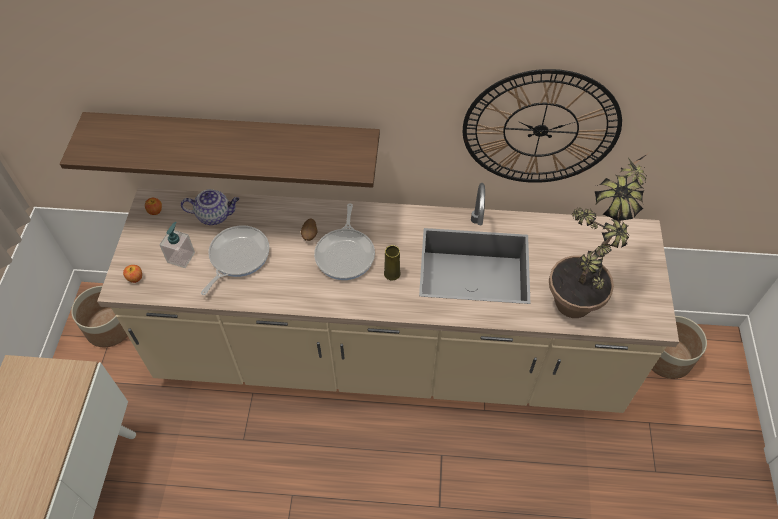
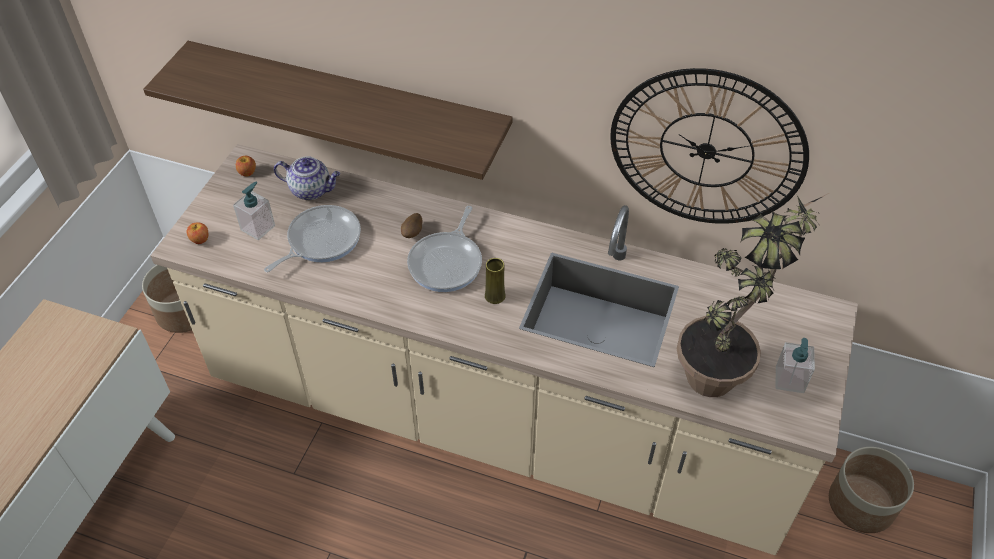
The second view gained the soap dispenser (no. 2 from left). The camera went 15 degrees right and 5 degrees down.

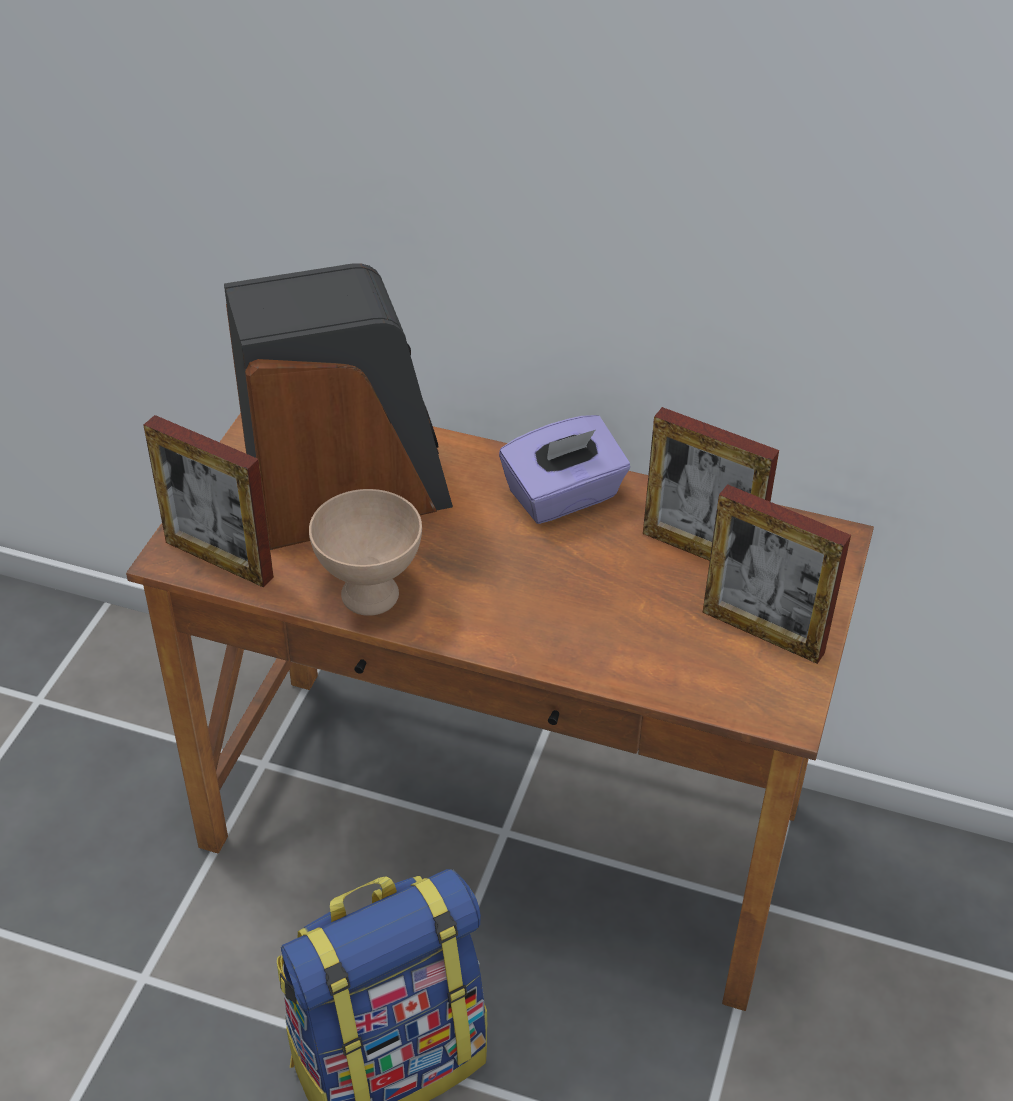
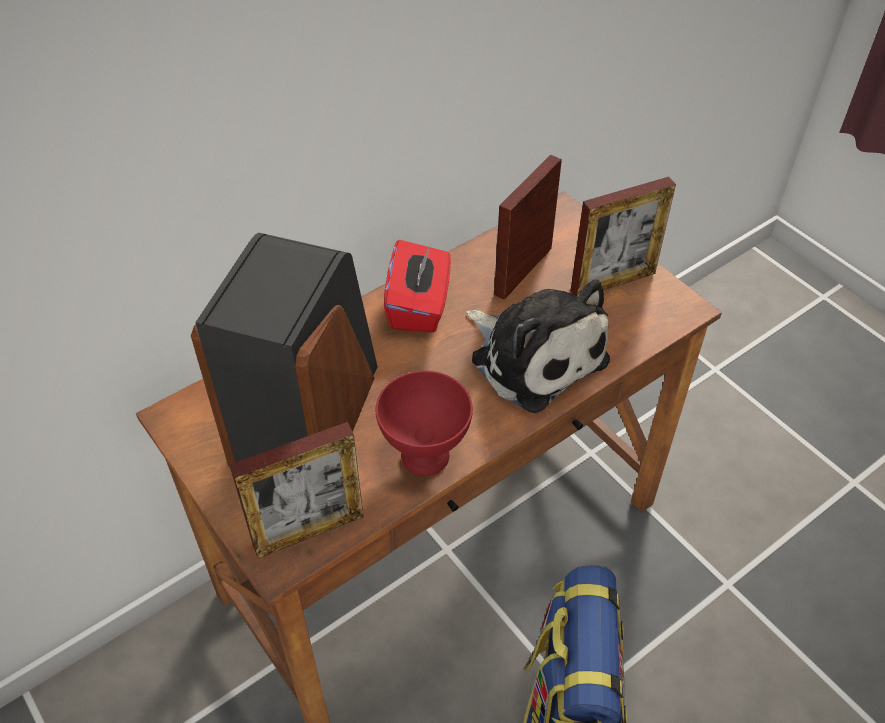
The second view gained the soft toy. What was the serving bowl in beige-coloured turned into the serving bowl in red. What was the tissue holder in purplish turned into the tissue holder in red. The picture frame (no. 2 from left) ended up facing another way, 150 degrees clockwise from before. The camera went 55 degrees left and 5 degrees up.

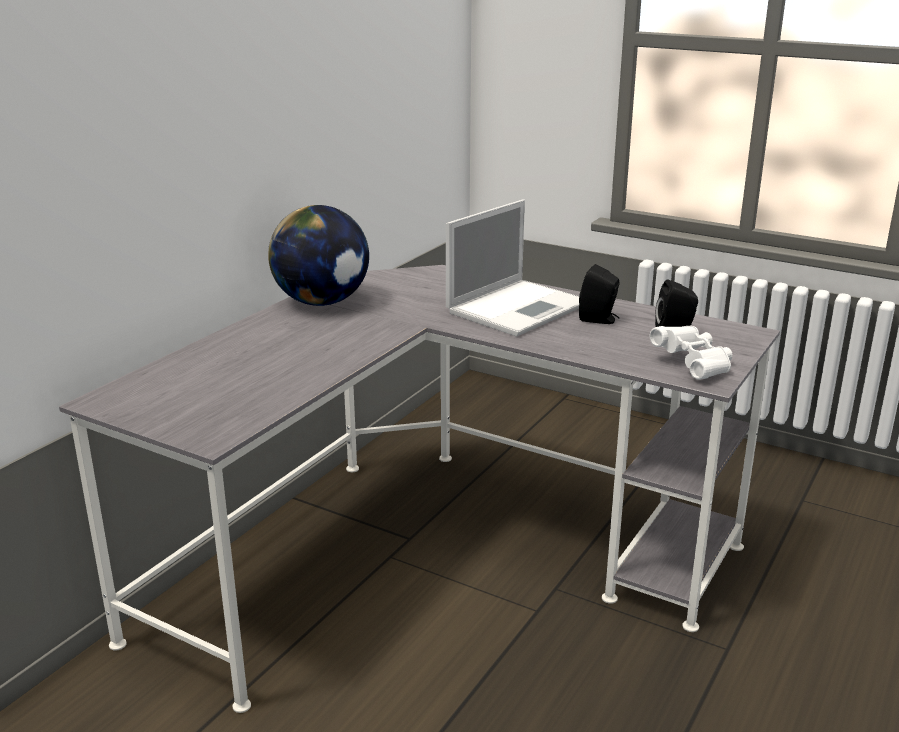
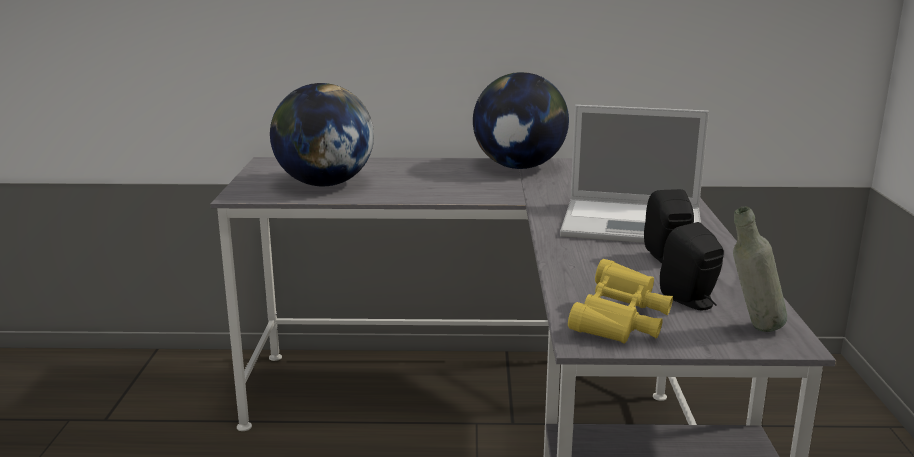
The second view gained the world globe (no. 1 from left). The second view gained the beverage bottle in grey. What was the pair of binoculars in white turned into the pair of binoculars in yellow. The camera went 60 degrees right and 5 degrees down.

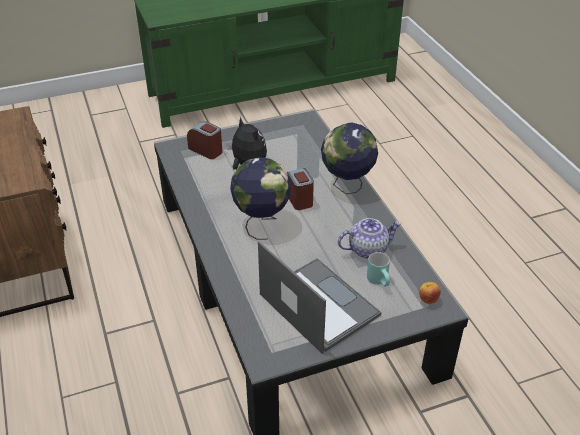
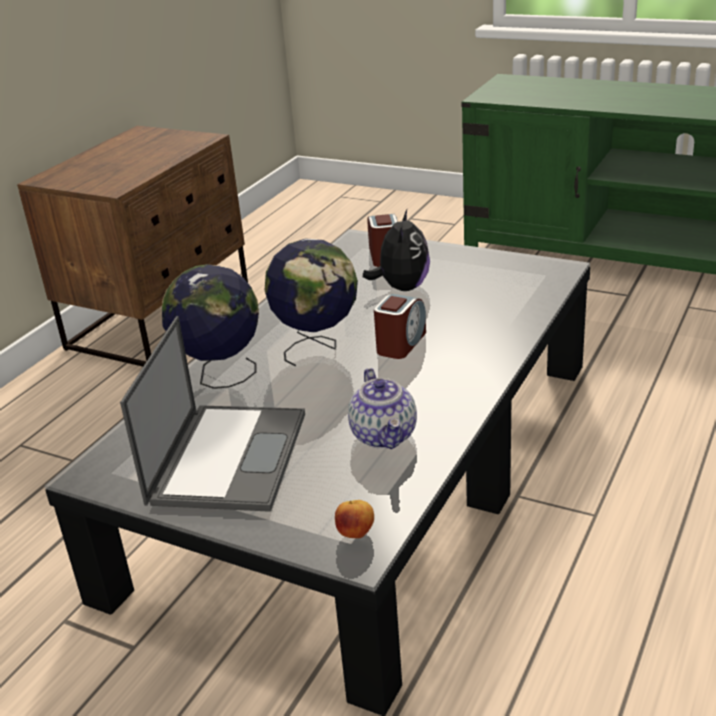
The second view lost the mug in blue-green. The world globe (no. 2 from left in the first image) ended up elsewhere. The teapot ended up facing another way, 45 degrees clockwise from before. The camera went 50 degrees right and 10 degrees down.

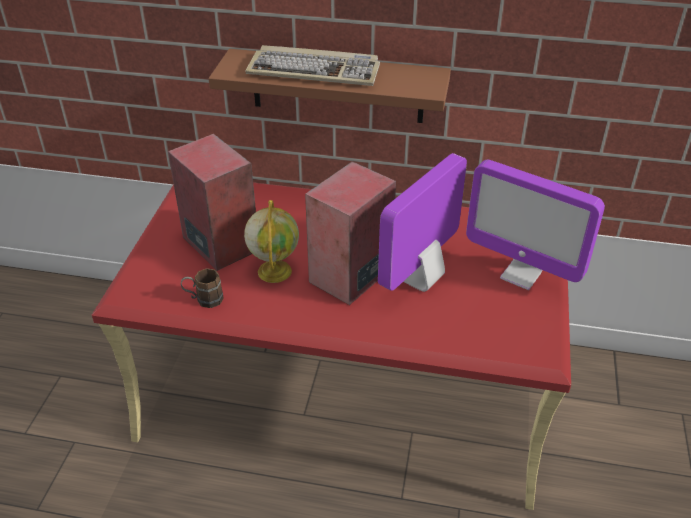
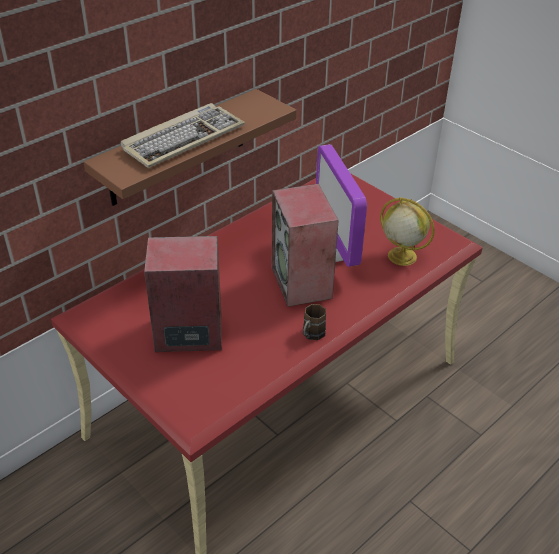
The second view lost the computer display (no. 2 from left). The mug in brownish ended up elsewhere. The world globe ended up elsewhere. The camera went 55 degrees left and 0 degrees up.

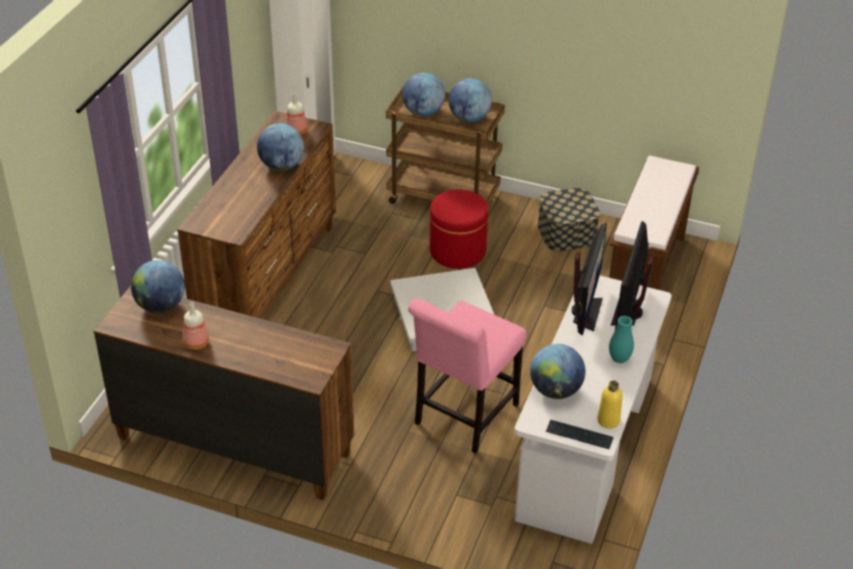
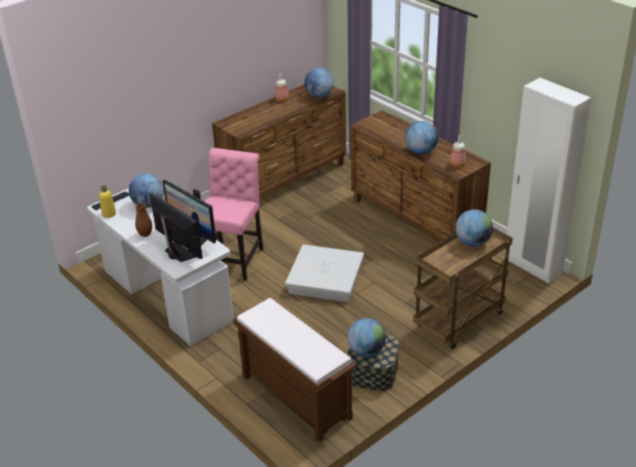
The second view lost the footrest in red. The world globe (no. 4 from left in the first image) ended up elsewhere. What was the vase in blue-green turned into the vase in brownish. The plain chair in pink-coloured ended up facing another way, 45 degrees clockwise from before. The camera went 120 degrees right and 5 degrees down.

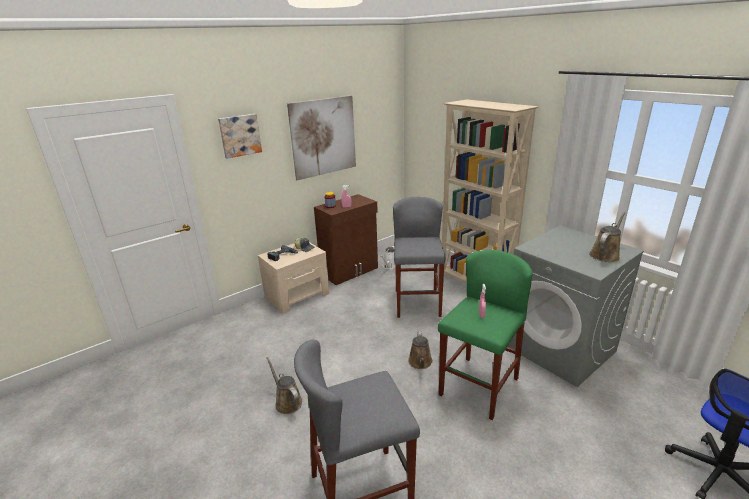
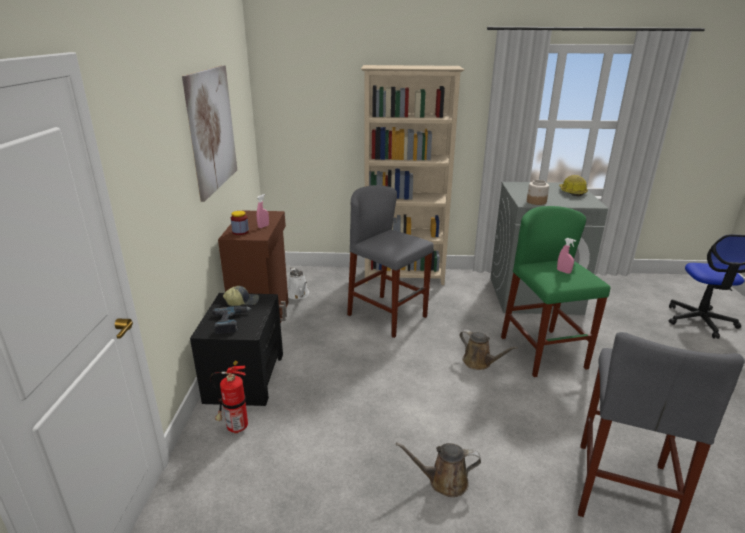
The second view lost the wall art (no. 1 from left). The second view gained the extinguisher. The second view gained the storage jar (no. 2 from left). Where the watering pot in brownish (no. 3 from left) stood, the hard hat came to stand. What was the bedside table in beige-coloured turned into the bedside table in black. The camera went 50 degrees left and 0 degrees up.

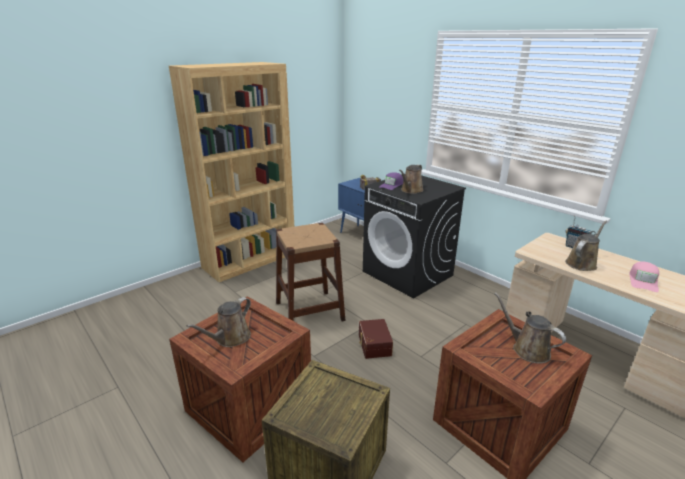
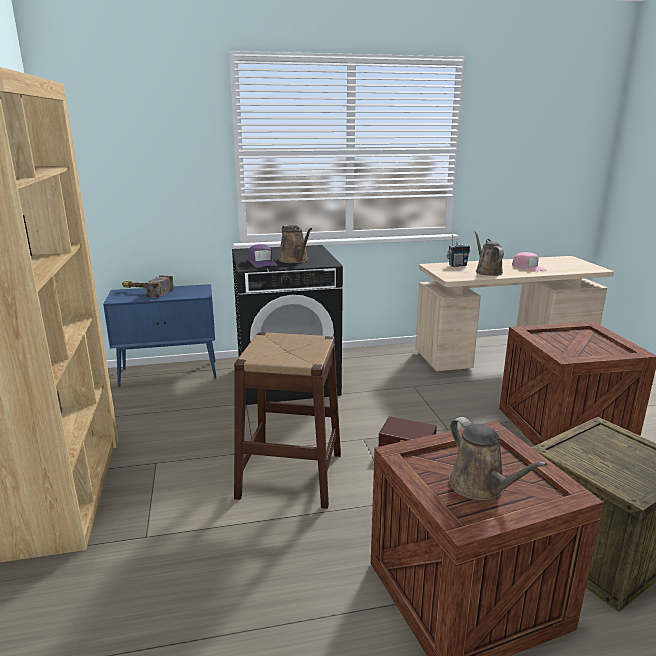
The second view lost the watering pot in brownish (no. 3 from left). The camera went 60 degrees left and 5 degrees down.

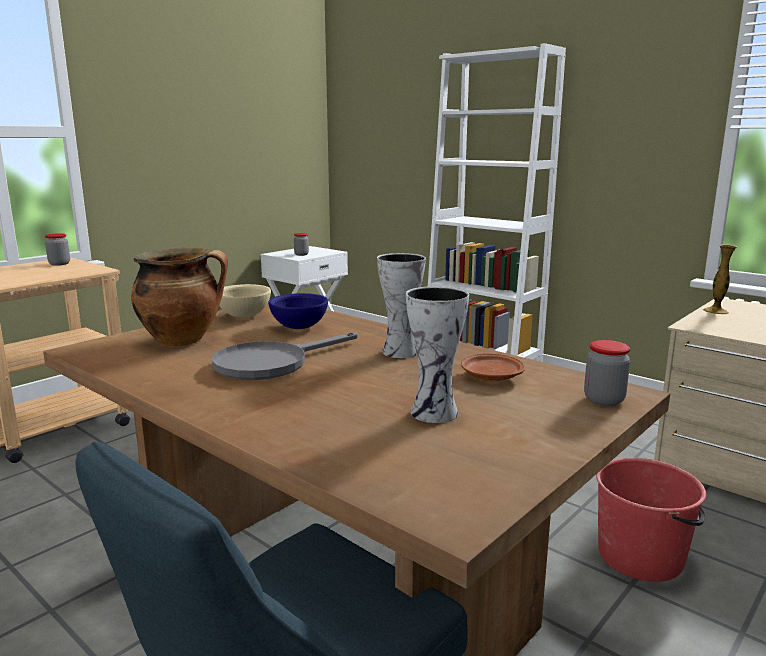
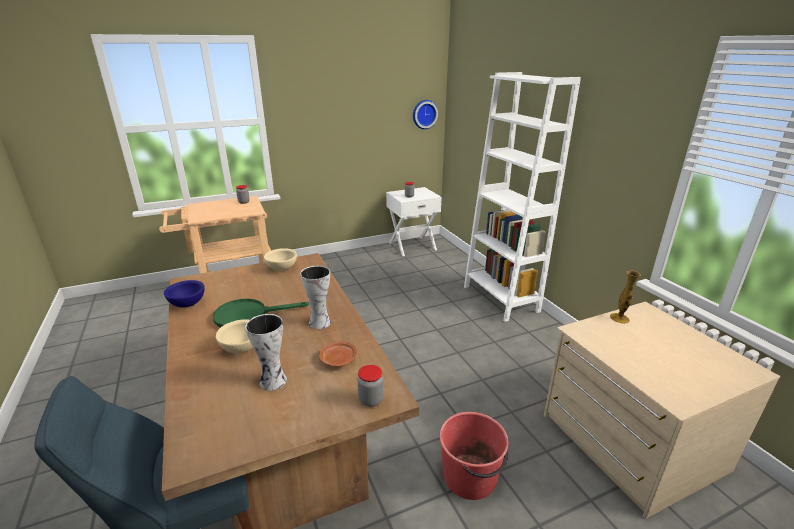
The second view lost the stockpot. The second view gained the serving bowl in beige-coloured (no. 1 from left). The second view gained the wall clock. The serving bowl in blue ended up elsewhere. What was the frying pan in grey turned into the frying pan in green. The camera went 25 degrees right and 10 degrees up.

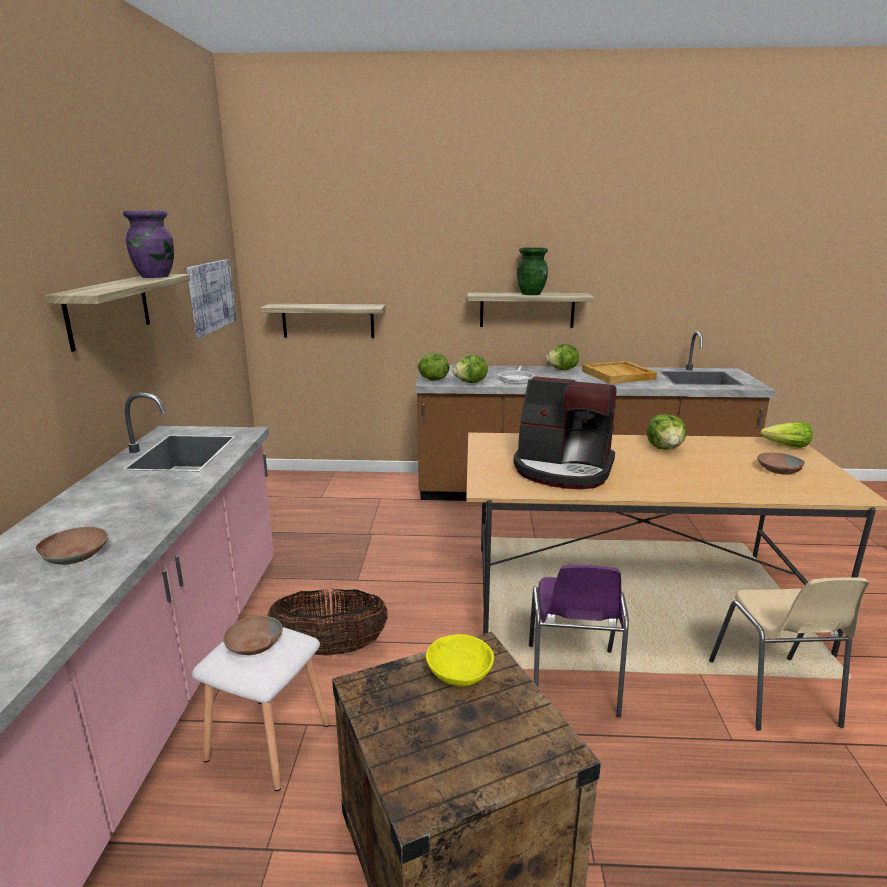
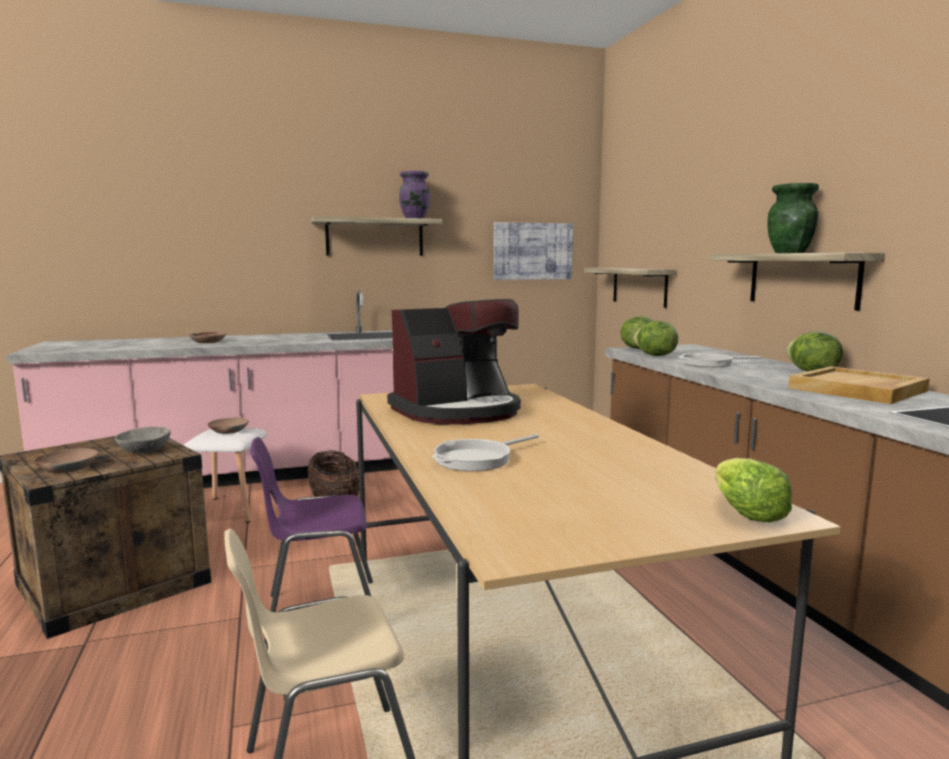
The second view lost the lettuce (no. 4 from left). The second view gained the frying pan (no. 1 from left). The serving bowl in brownish (no. 3 from left in the first image) ended up elsewhere. What was the serving bowl in yellow turned into the serving bowl in grey. The coffee machine ended up facing another way, 120 degrees counterclockwise from before. The camera went 70 degrees right and 10 degrees down.

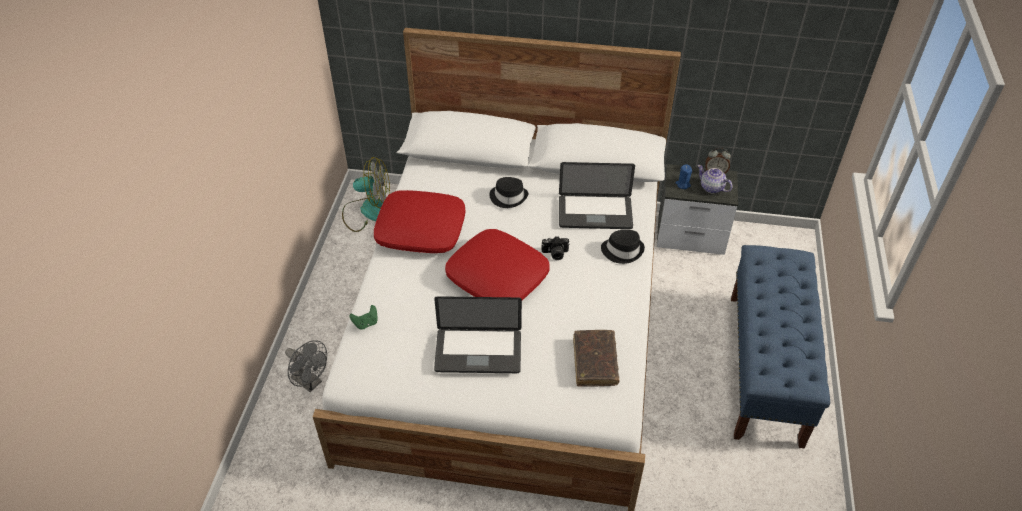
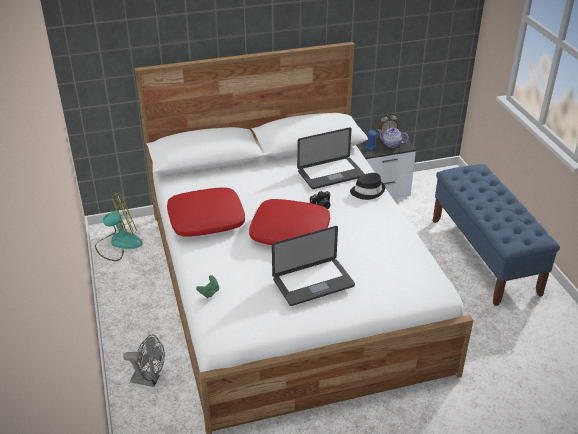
The second view lost the clothing hat in black (no. 1 from left). The second view lost the book in brownish. The camera went 25 degrees left and 10 degrees down.

